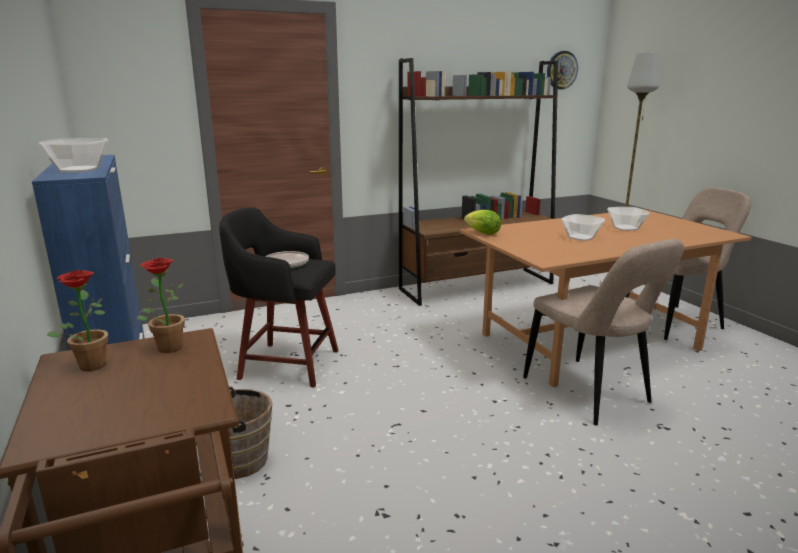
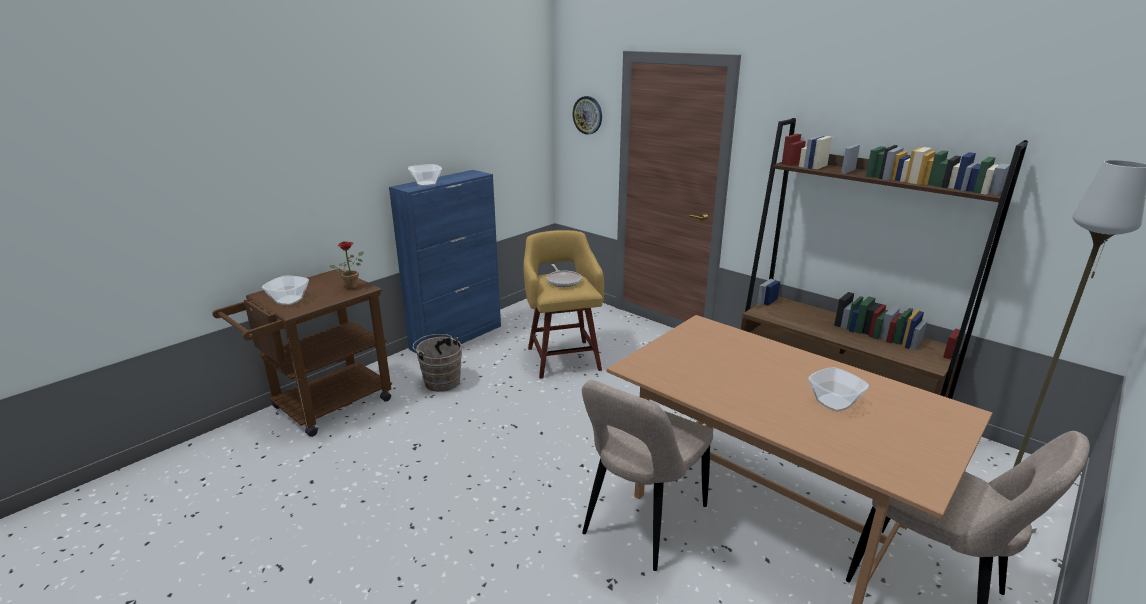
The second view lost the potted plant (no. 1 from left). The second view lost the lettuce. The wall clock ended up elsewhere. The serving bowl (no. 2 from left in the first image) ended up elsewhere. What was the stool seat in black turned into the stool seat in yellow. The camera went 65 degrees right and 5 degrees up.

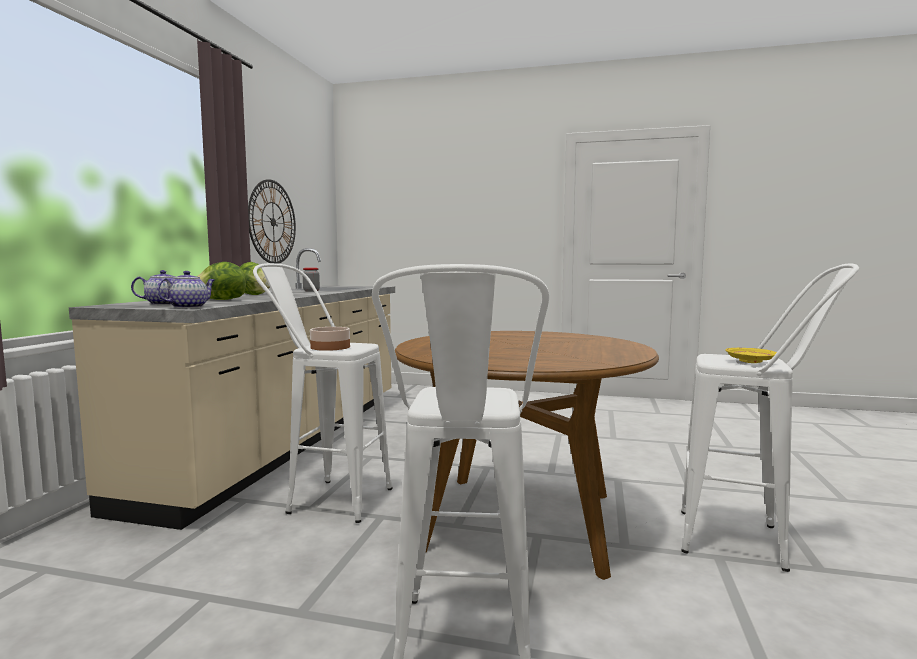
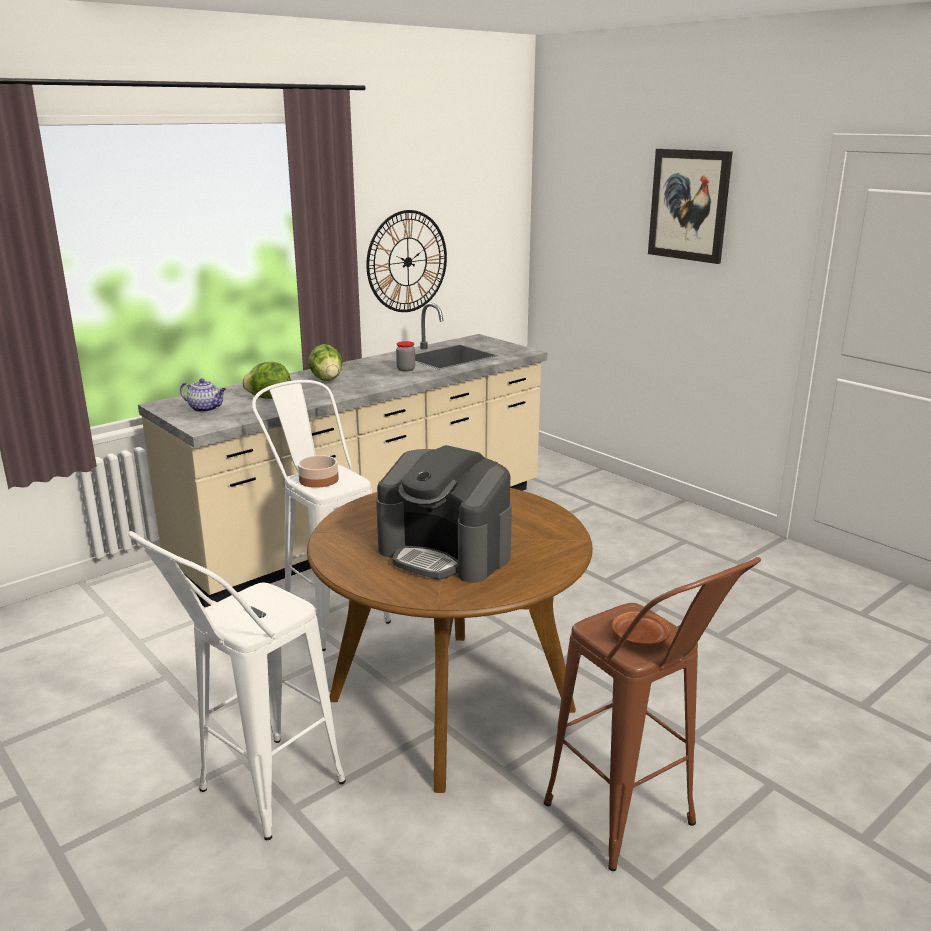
The second view lost the teapot (no. 2 from left). The second view gained the coffee machine. The second view gained the wall art. What was the stool seat in white (no. 3 from left) turned into the stool seat in brownish. What was the flat dish in yellow turned into the flat dish in brownish. The camera went 35 degrees right and 15 degrees up.

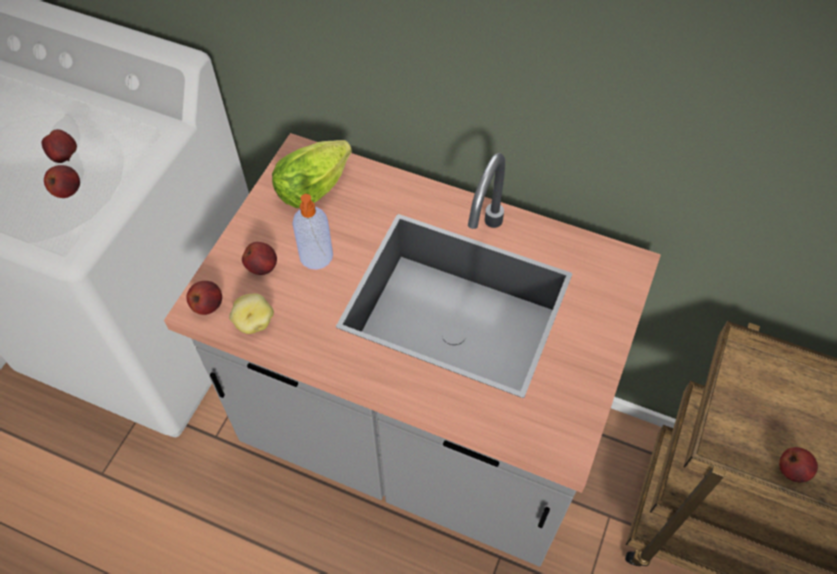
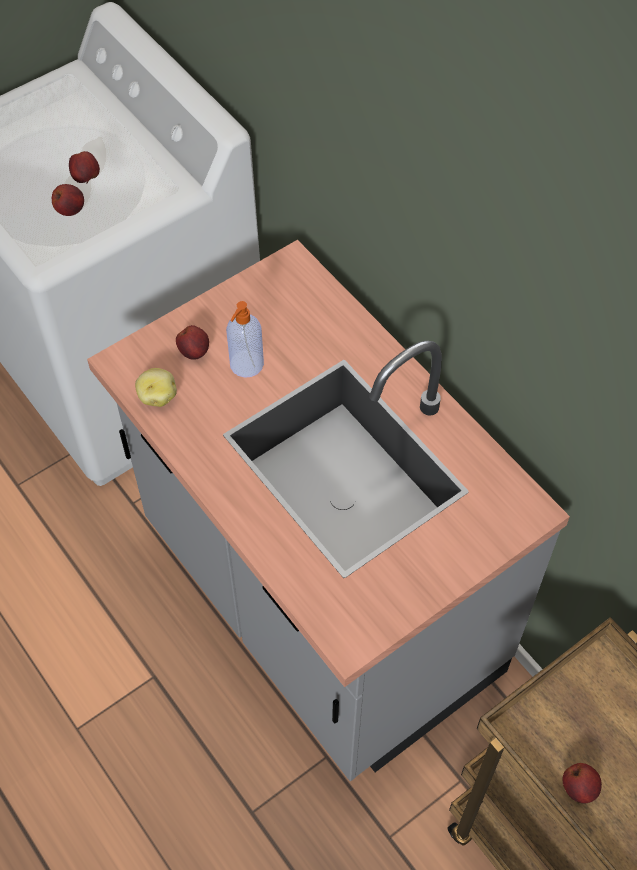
The second view lost the apple fruit (no. 3 from left). The second view lost the lettuce. The camera went 30 degrees right and 0 degrees up.

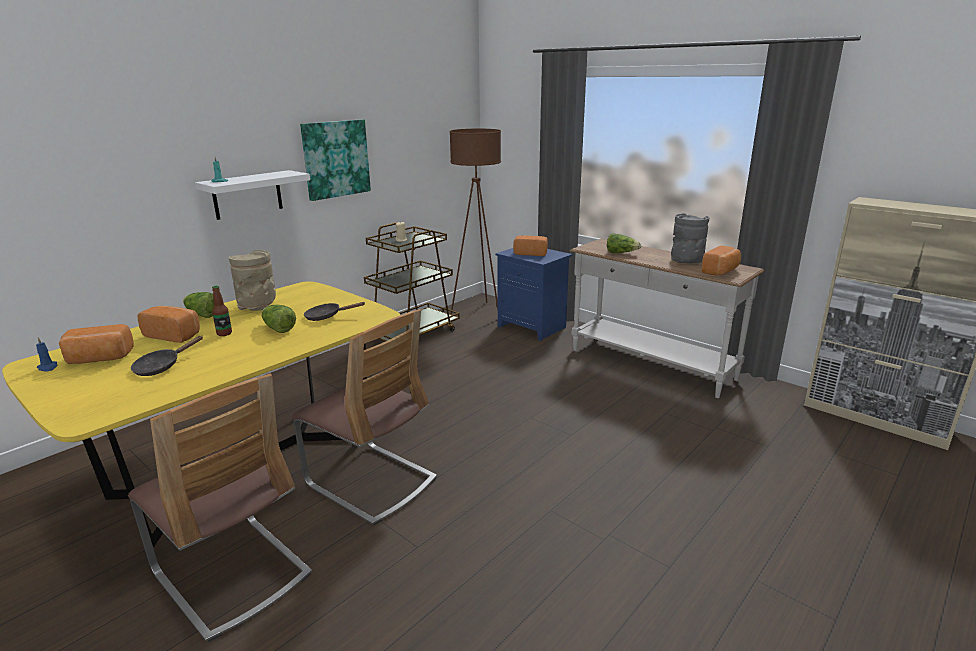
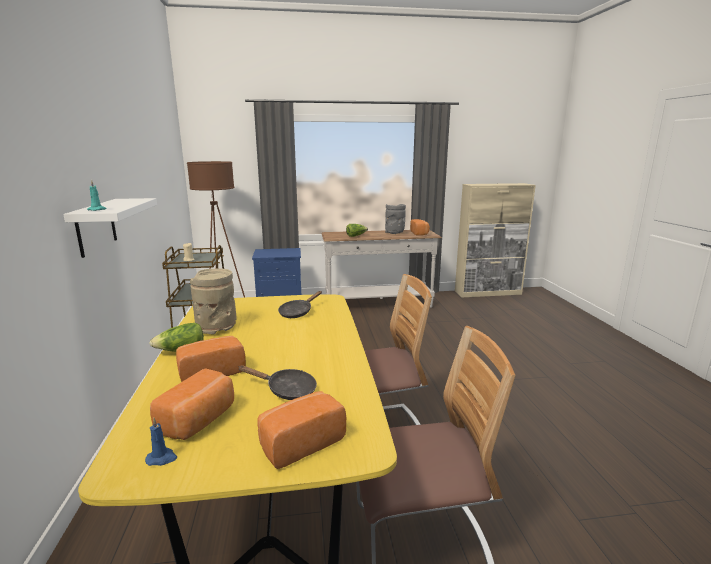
The second view lost the beverage bottle. The second view lost the lettuce (no. 2 from left). The second view lost the wall art. The baked bread (no. 3 from left) ended up elsewhere. The frying pan in black (no. 1 from left) ended up facing another way, 60 degrees counterclockwise from before. The camera went 50 degrees left and 5 degrees down.

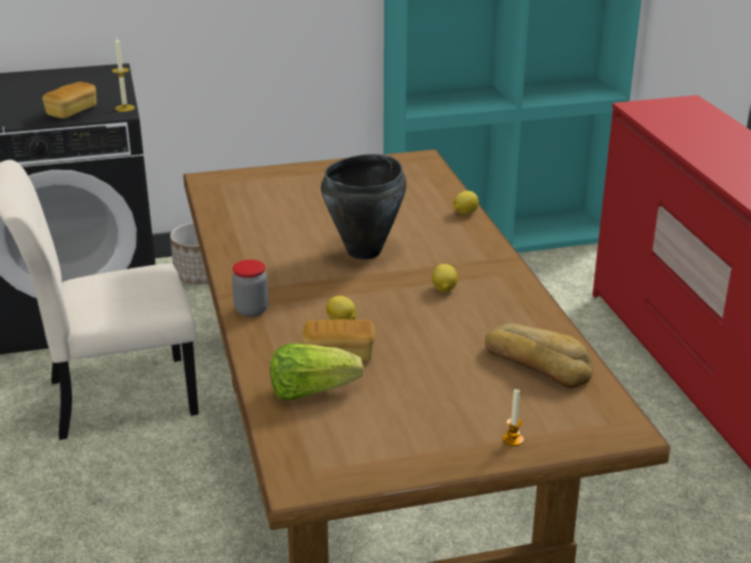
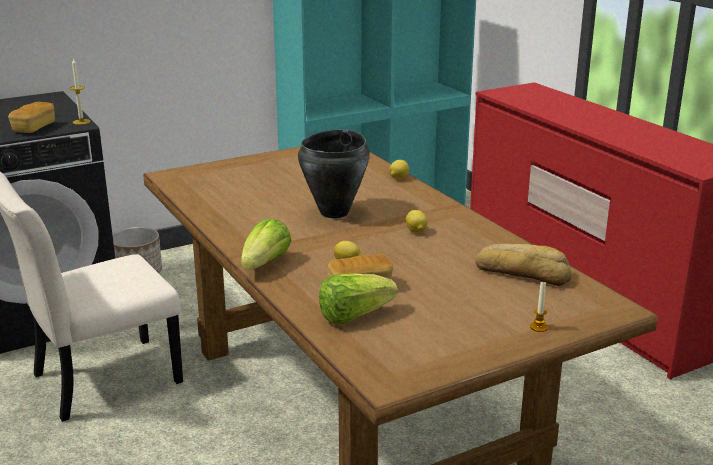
Where the storage jar stood, the lettuce (no. 1 from left) came to stand. The camera went 15 degrees left and 5 degrees down.

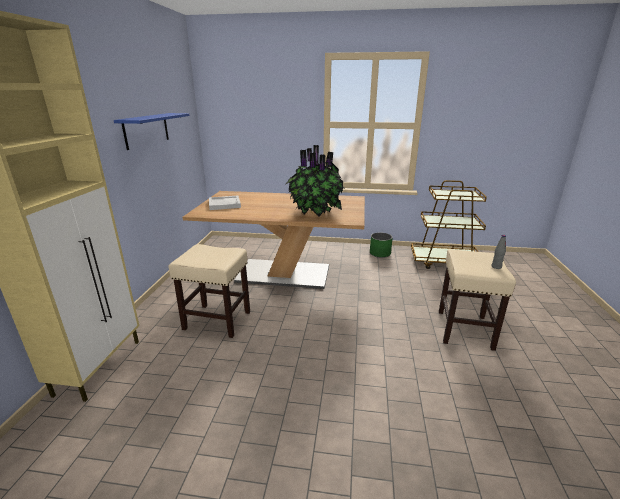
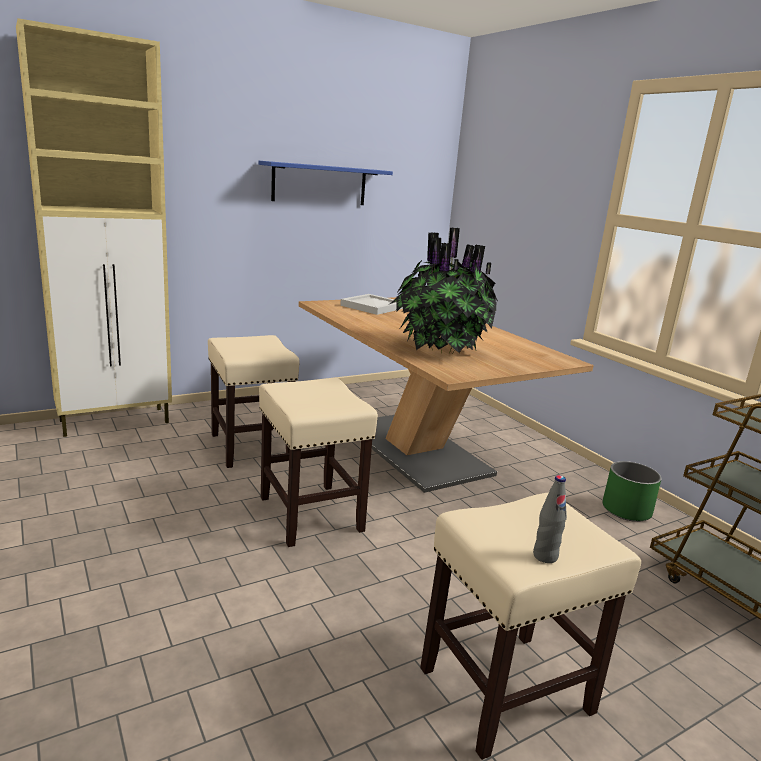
The second view gained the stool seat in beige-coloured (no. 2 from left). The camera went 50 degrees right and 5 degrees down.

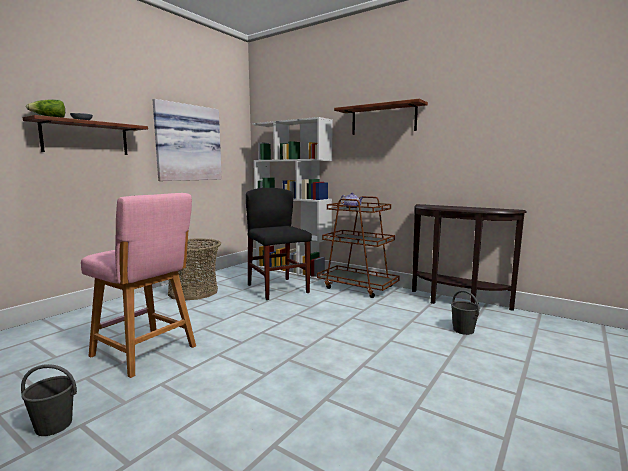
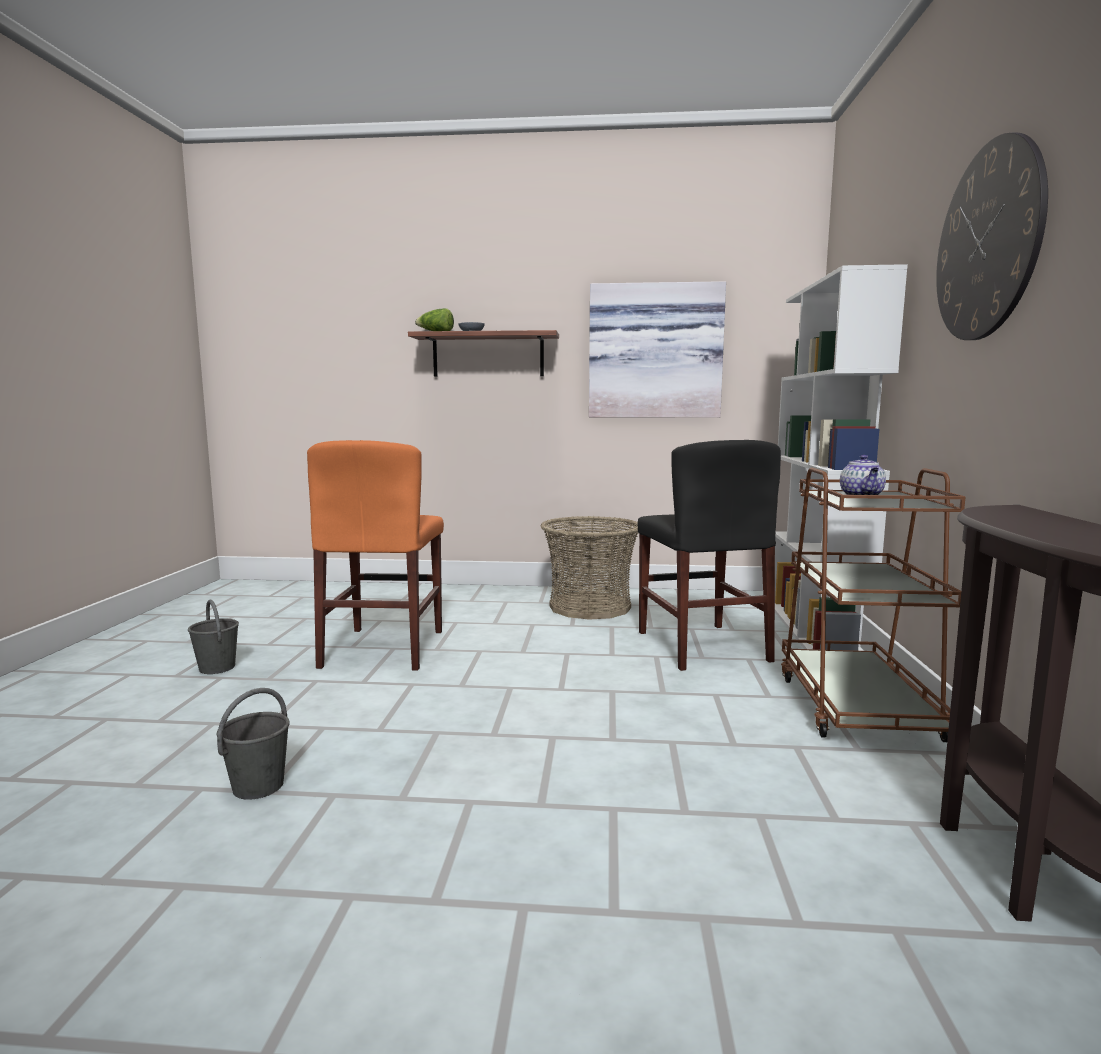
The pail in grey (no. 2 from left) ended up elsewhere. Where the stool seat in pink-coloured stood, the plain chair in orange-coloured came to stand. Where the bracket shelf (no. 2 from left) hung, the wall clock came to hang. The plain chair in black ended up facing another way, 135 degrees clockwise from before. The camera went 60 degrees right and 0 degrees up.

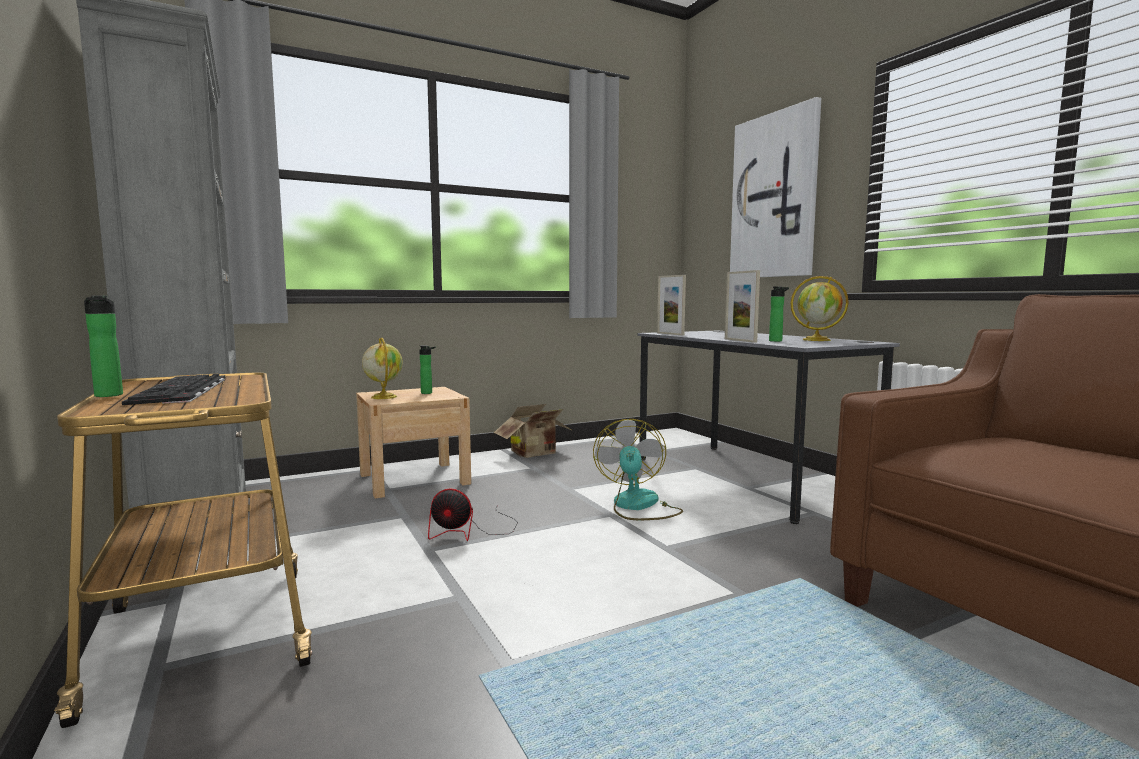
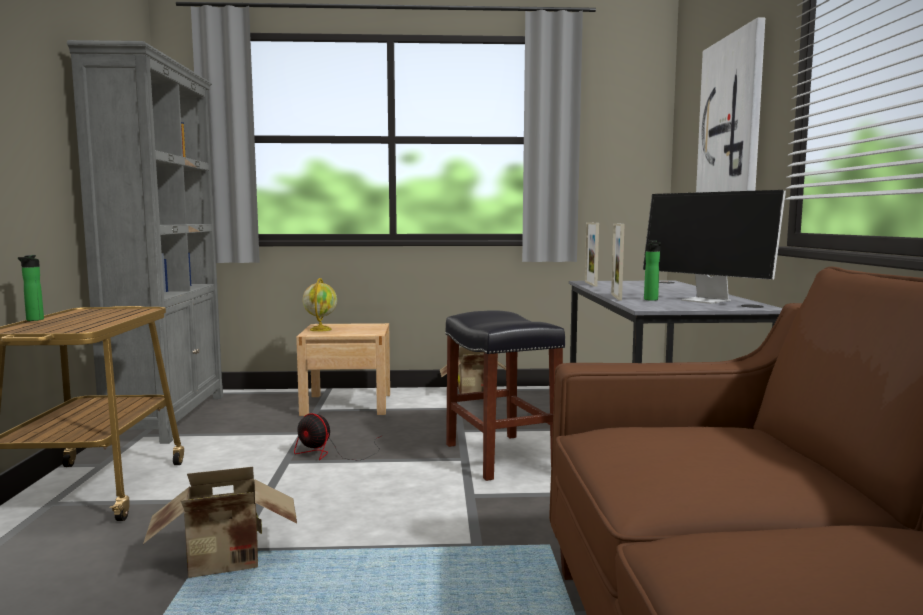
The second view lost the PC keyboard. The second view lost the beverage bottle (no. 2 from left). The second view gained the cardboard box (no. 1 from left). Where the electric fan (no. 2 from left) stood, the stool seat in black came to stand. Where the world globe (no. 2 from left) stood, the computer display came to stand. The camera went 25 degrees right and 0 degrees up.

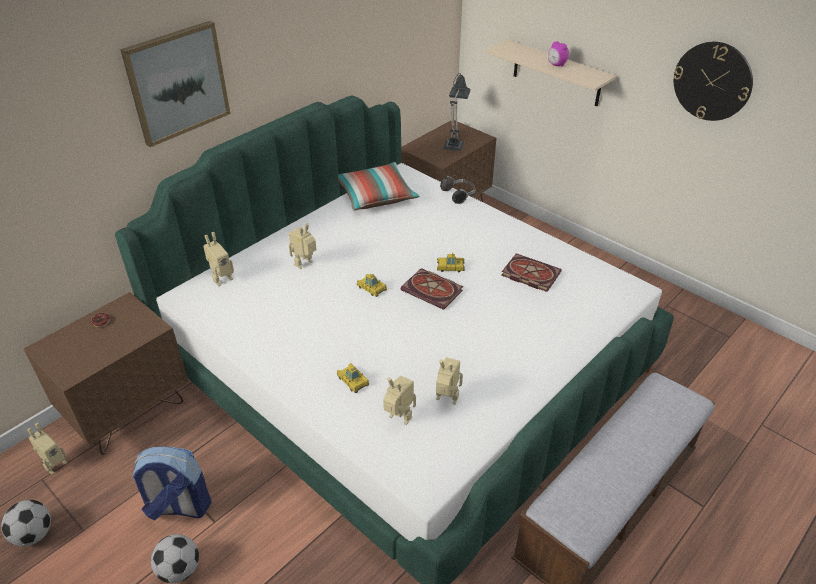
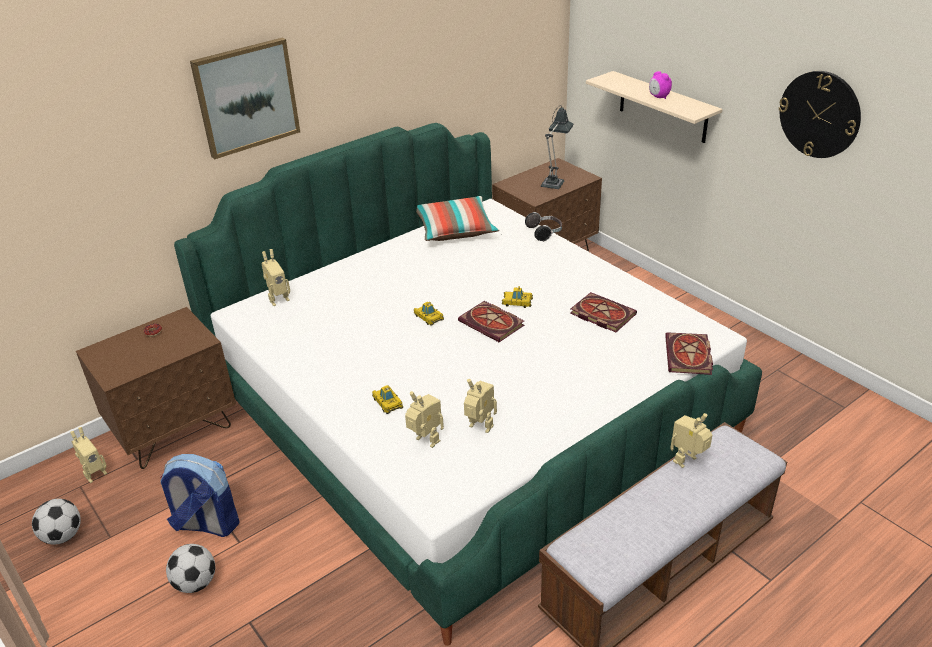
The second view gained the book (no. 3 from left). The toy robot (no. 3 from left in the first image) ended up elsewhere. The camera went 10 degrees right and 5 degrees down.

